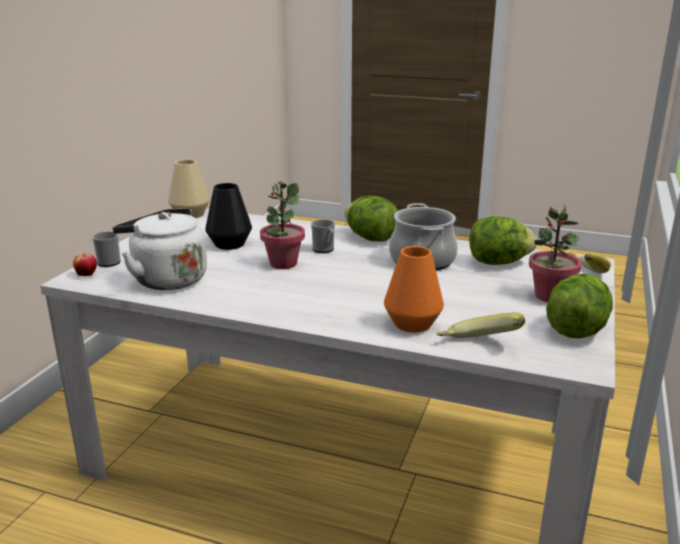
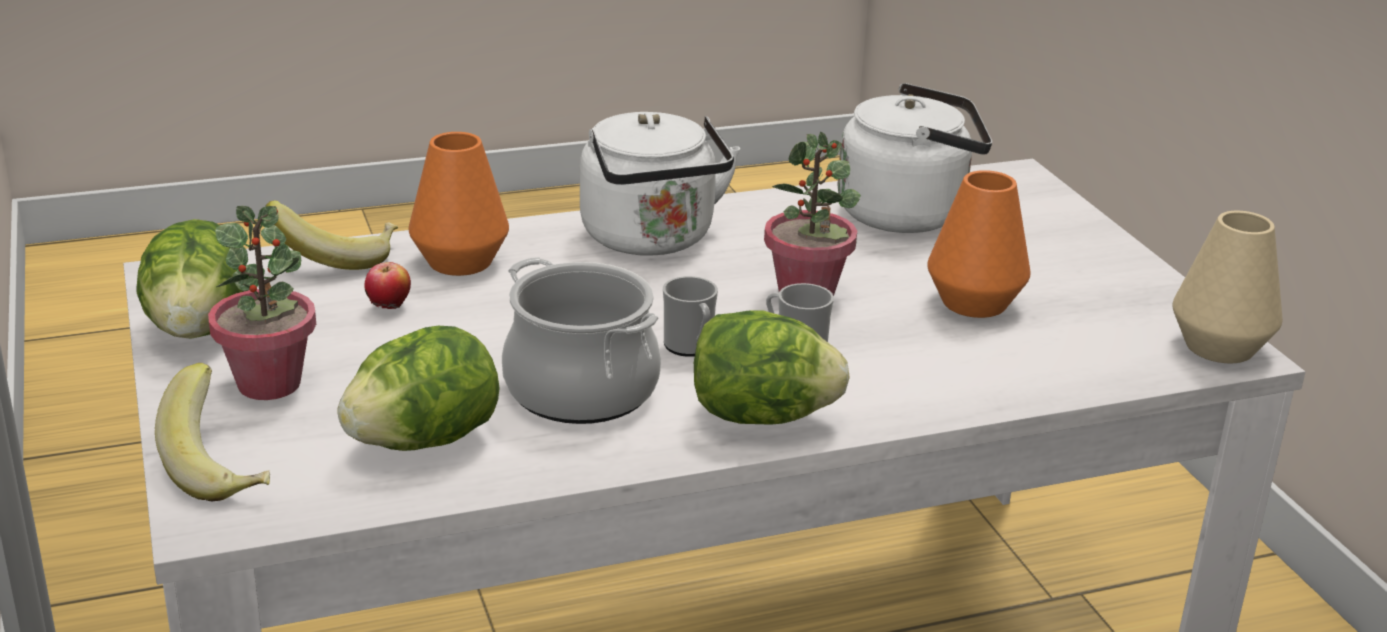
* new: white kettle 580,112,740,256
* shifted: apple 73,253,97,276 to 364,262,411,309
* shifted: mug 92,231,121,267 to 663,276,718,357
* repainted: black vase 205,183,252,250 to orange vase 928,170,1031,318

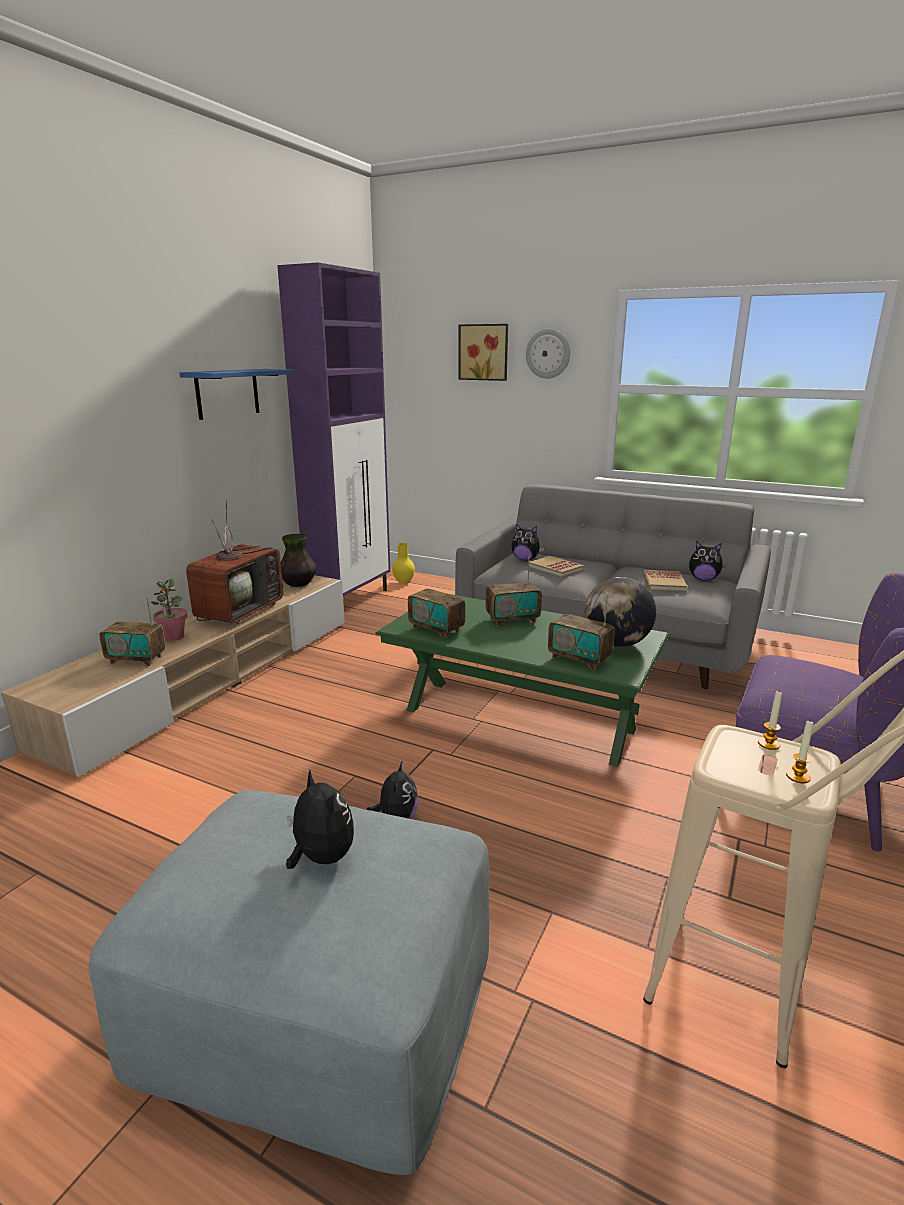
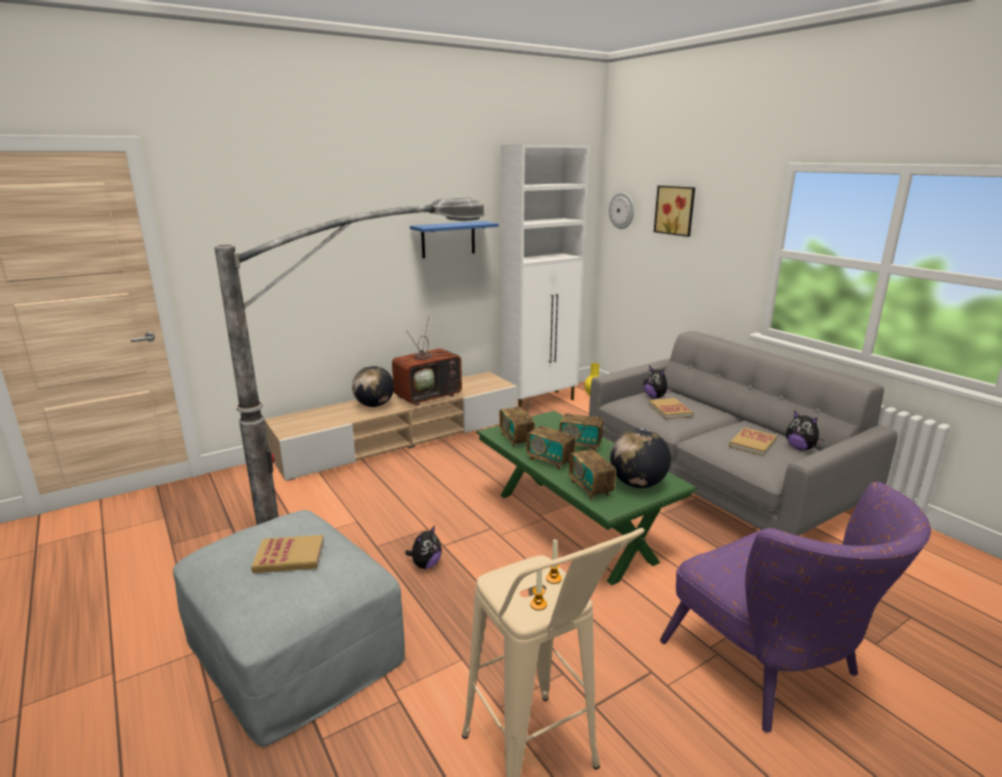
* gone: vase 281,534,317,587
* new: floor lamp 214,198,484,525
* shifted: radio 99,598,166,666 to 526,412,576,470
* shifted: wall clock 526,329,570,379 to 609,192,634,229
* swapped: potted plant 151,578,188,641 to globe 352,366,394,407
* swapped: plush toy 286,770,354,869 to book 251,535,324,573
* repainted: purple cabinet 277,263,390,596 to white cabinet 501,144,589,408

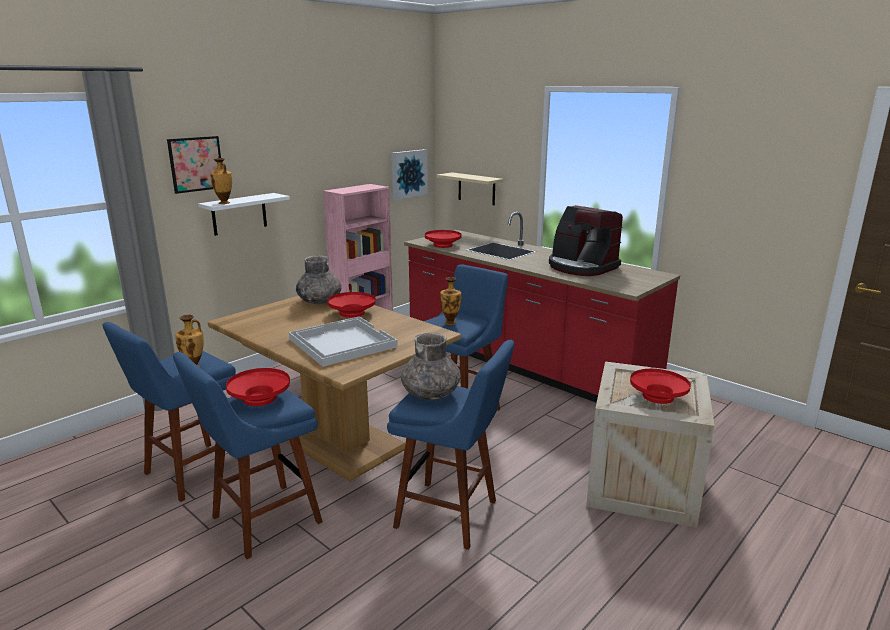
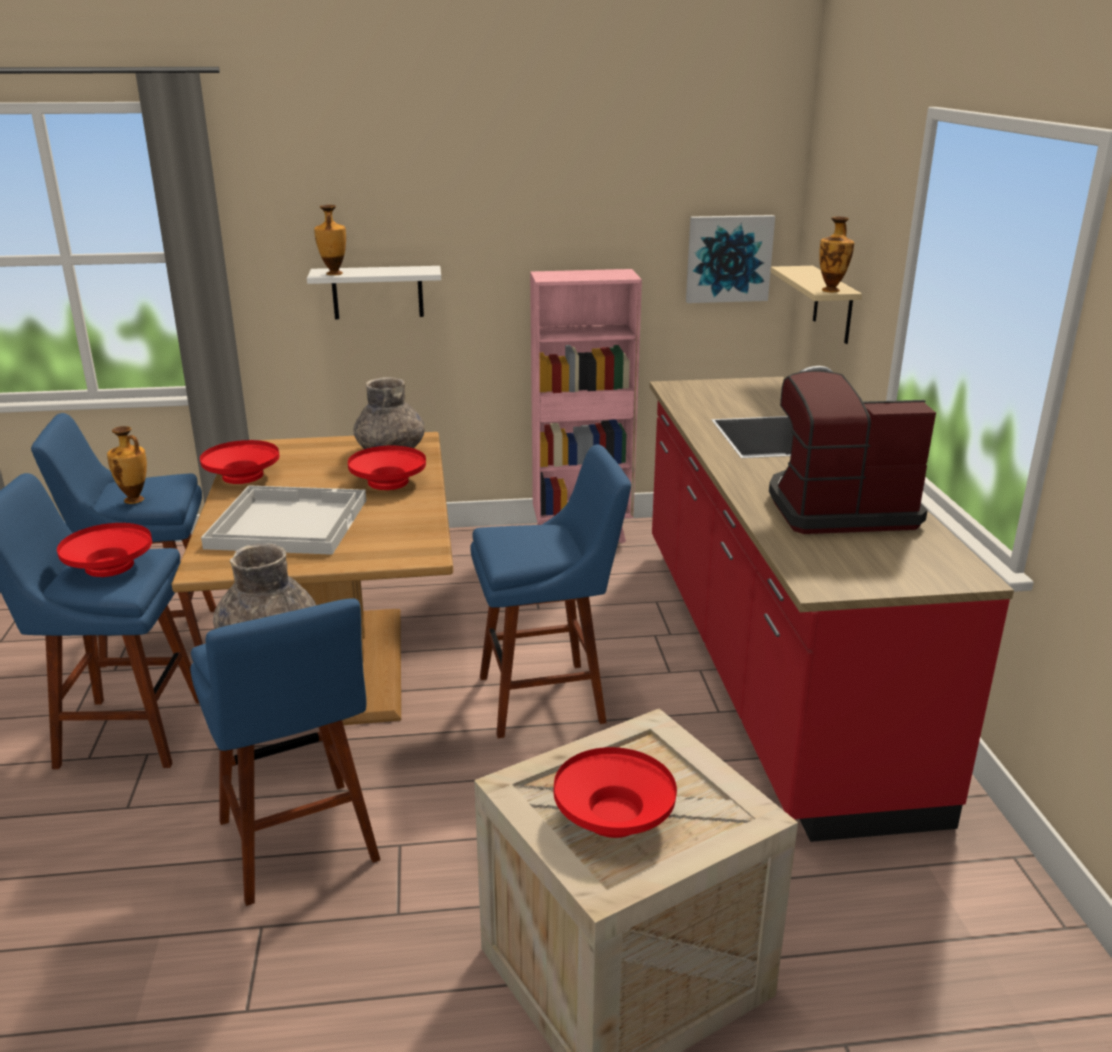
* gone: picture 167,136,221,194
* shifted: red bowl 425,230,462,248 to 200,440,279,484
* shifted: vase 440,277,462,325 to 819,216,854,292
* rotated: coffee machine 549,205,623,276 = 769,370,936,534 90 degrees clockwise

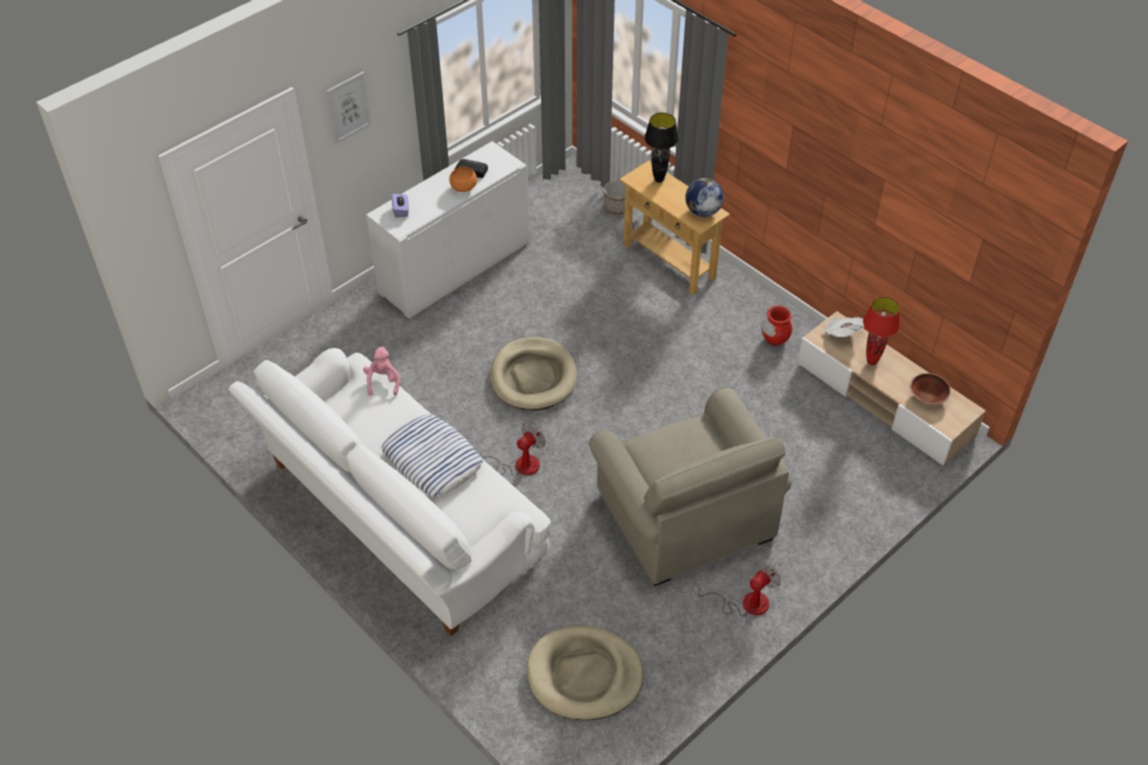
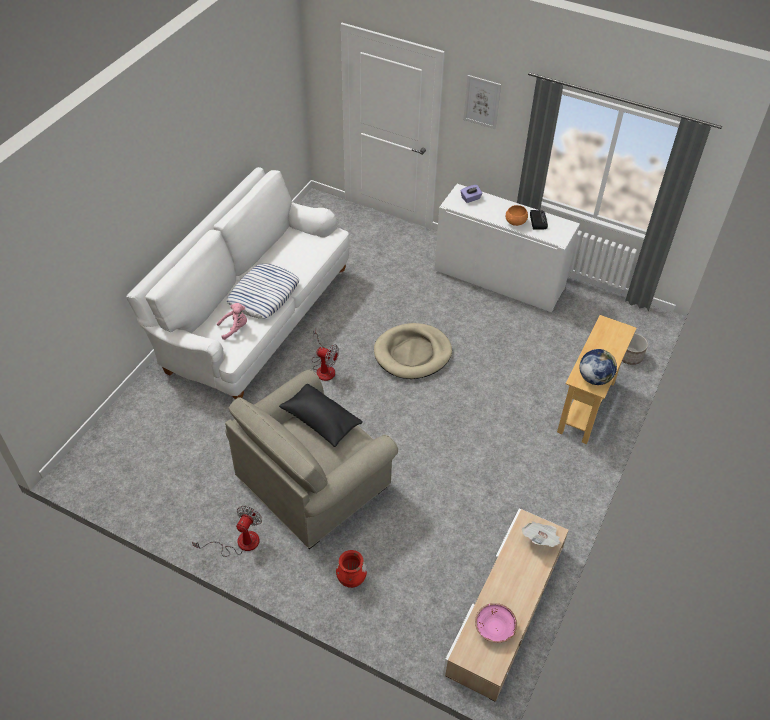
* gone: beige dog bed 527,626,643,720
* gone: black table lamp 644,113,679,183
* gone: red table lamp 863,297,900,365
* new: black pillow 279,384,363,447
* shifted: pink plush toy 363,346,400,396 to 217,303,247,340
* shifted: red vase 762,306,793,346 to 336,550,367,588
* repainted: brown bowl 910,373,951,405 to pink bowl 475,603,517,643
* rotated: fan 693,560,781,616 = 192,506,262,557 90 degrees counterclockwise

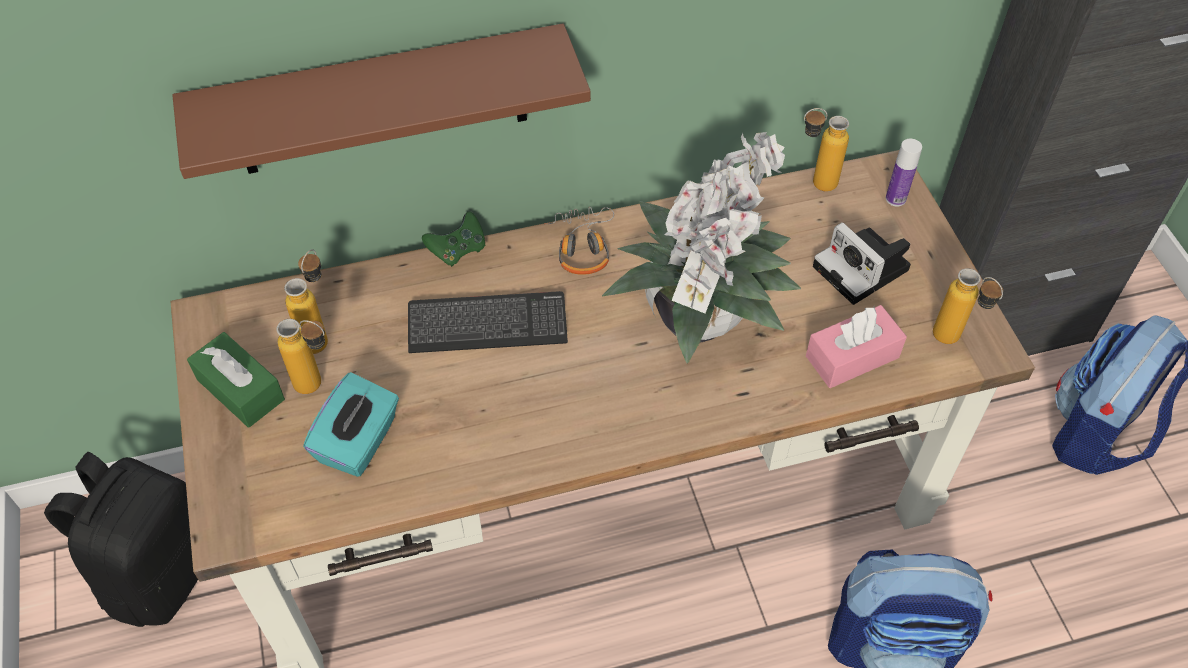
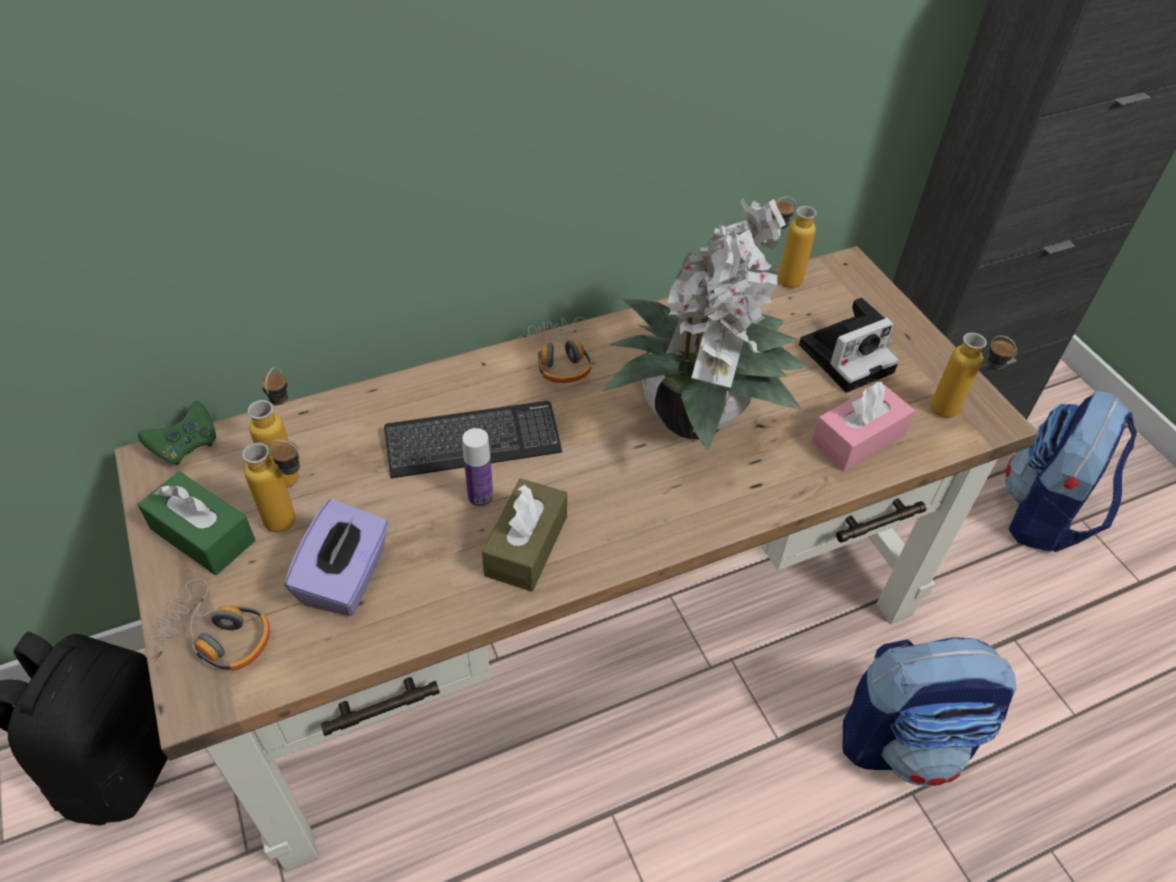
* gone: brown shelf 172,23,591,179
* new: headphones 151,579,270,671
* new: brown tissue box 482,478,567,592
* shifted: green game controller 422,211,485,267 to 138,401,216,465
* shifted: bottle 886,139,922,207 to 462,428,493,508
* repainted: turquoise tissue box 303,372,399,477 to purple tissue box 284,499,389,616
* rotated: photo camera 813,222,911,305 = 799,298,899,393 75 degrees counterclockwise

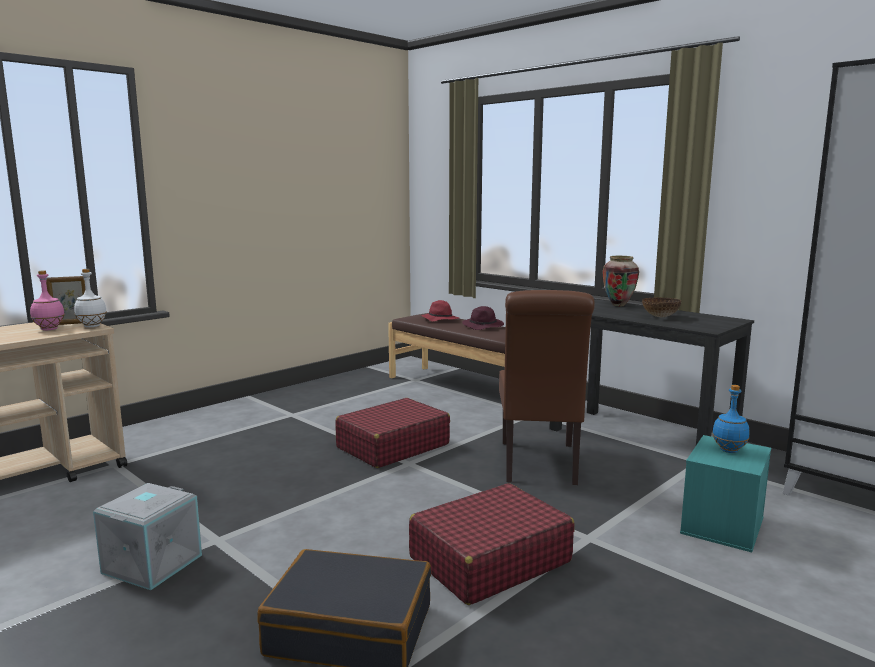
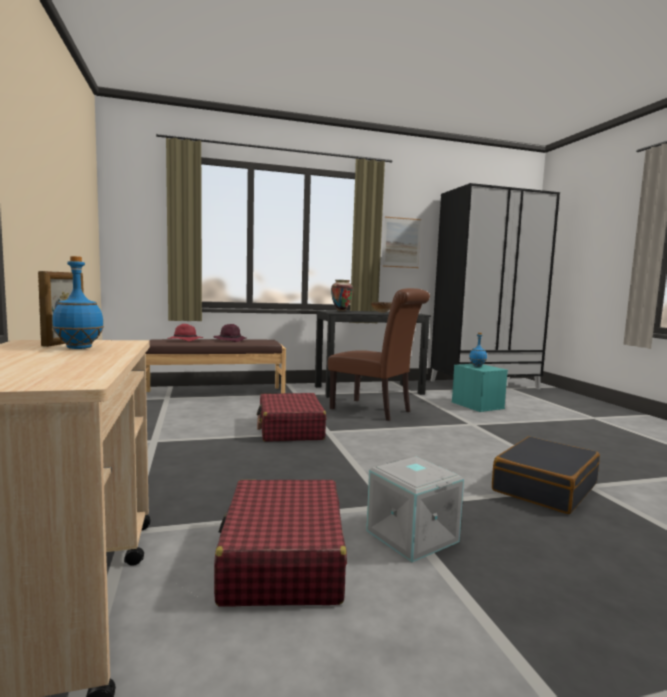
* gone: white bottle 74,269,107,327
* new: picture 383,217,421,268
* shifted: red suitcase 409,483,575,605 to 214,480,347,607
* repainted: pink bottle 30,270,65,330 to blue bottle 52,256,104,349

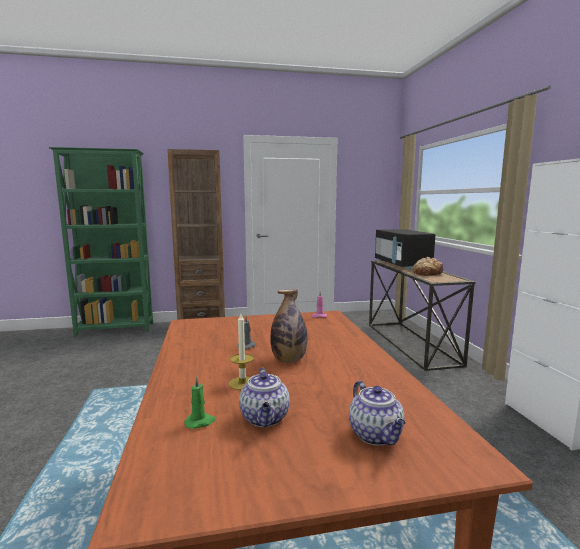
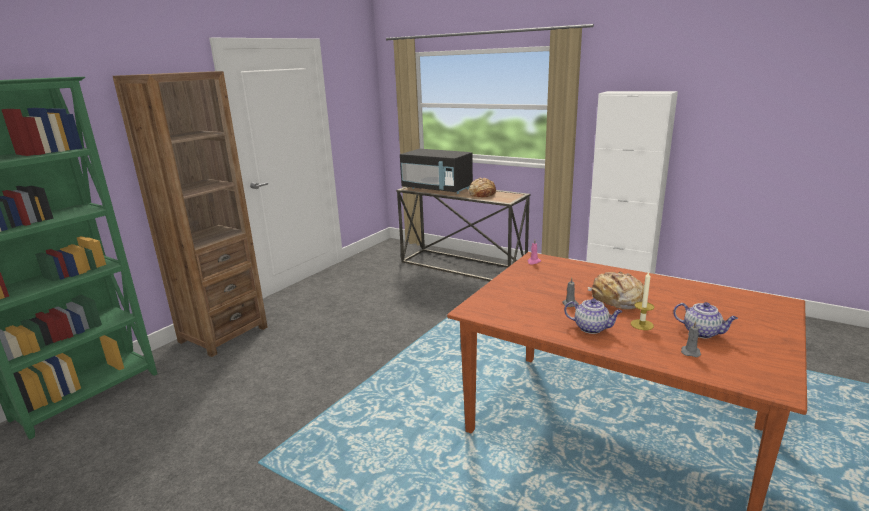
* shifted: teapot 349,380,406,446 to 564,299,622,334
* swapped: bottle 270,289,307,363 to bread 588,272,644,310
* repainted: green candle 184,377,216,429 to grey candle 681,321,701,357

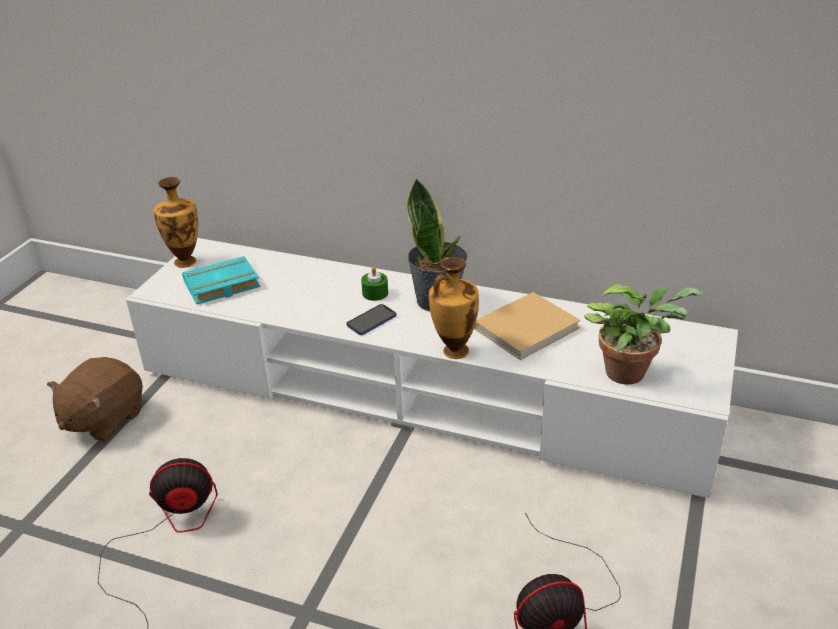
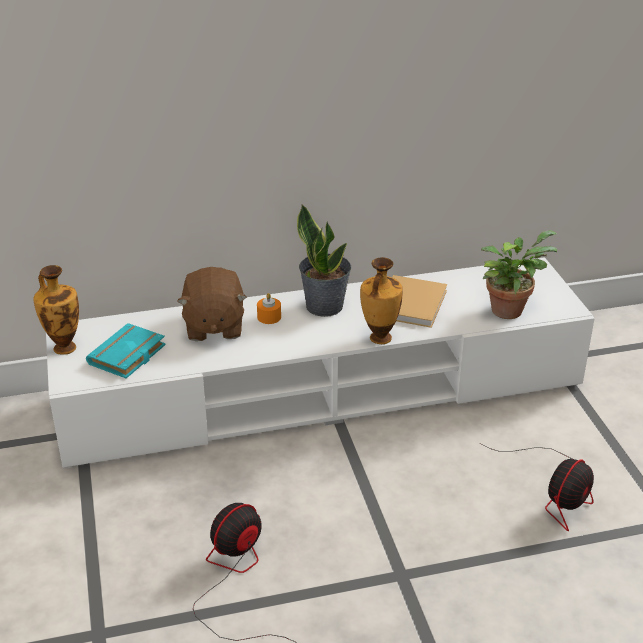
* gone: phone 346,304,396,335
* shifted: brown plush toy 47,357,143,442 to 177,267,247,341
* repainted: green candle 361,267,388,301 to orange candle 257,293,281,324

